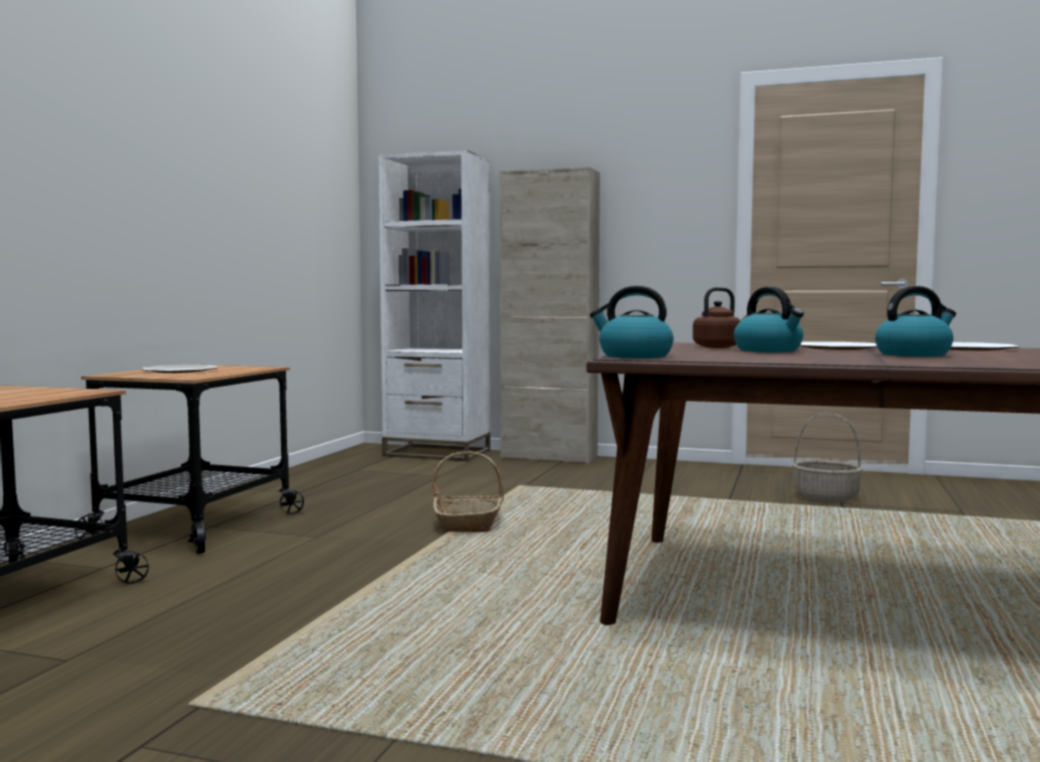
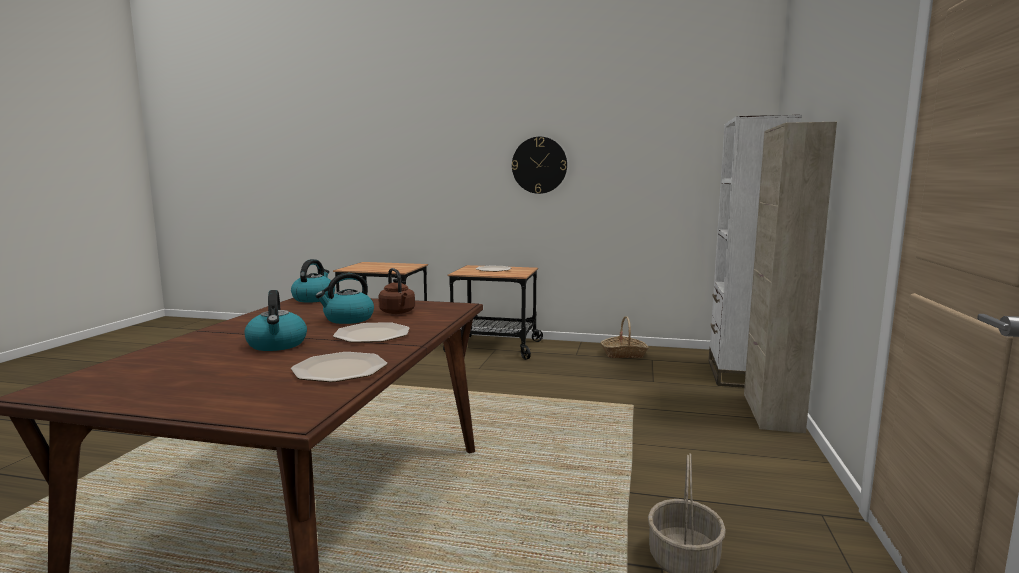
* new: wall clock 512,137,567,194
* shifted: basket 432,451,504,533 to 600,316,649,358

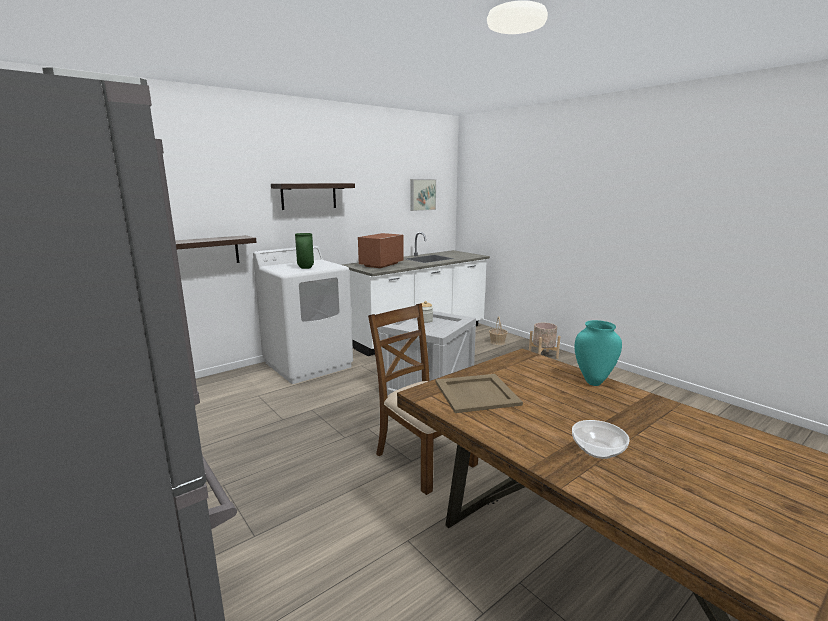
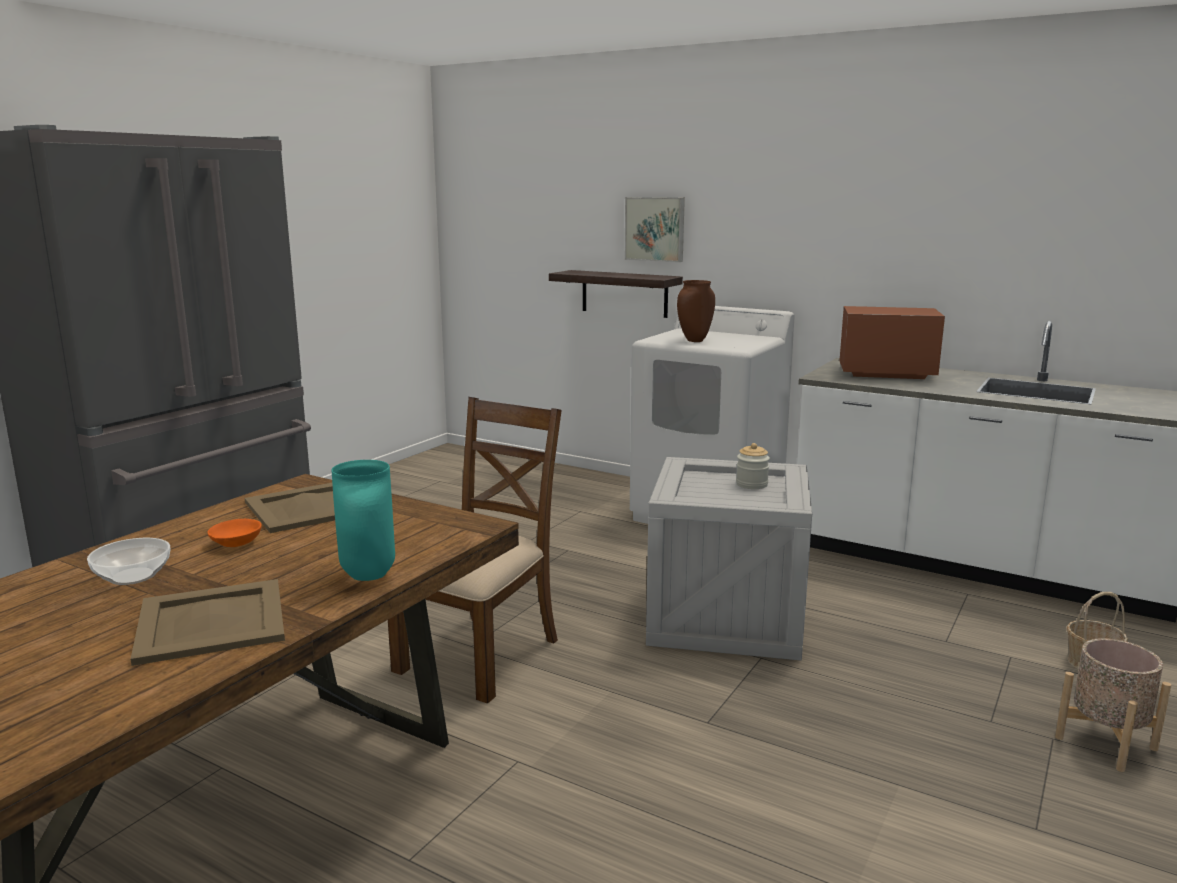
* gone: shelf 271,183,355,210
* new: beige tray 131,579,285,666
* new: orange bowl 207,519,262,547
* shifted: picture 411,179,436,211 to 625,197,685,262
* repainted: green vase 295,233,314,269 to brown vase 677,280,715,342

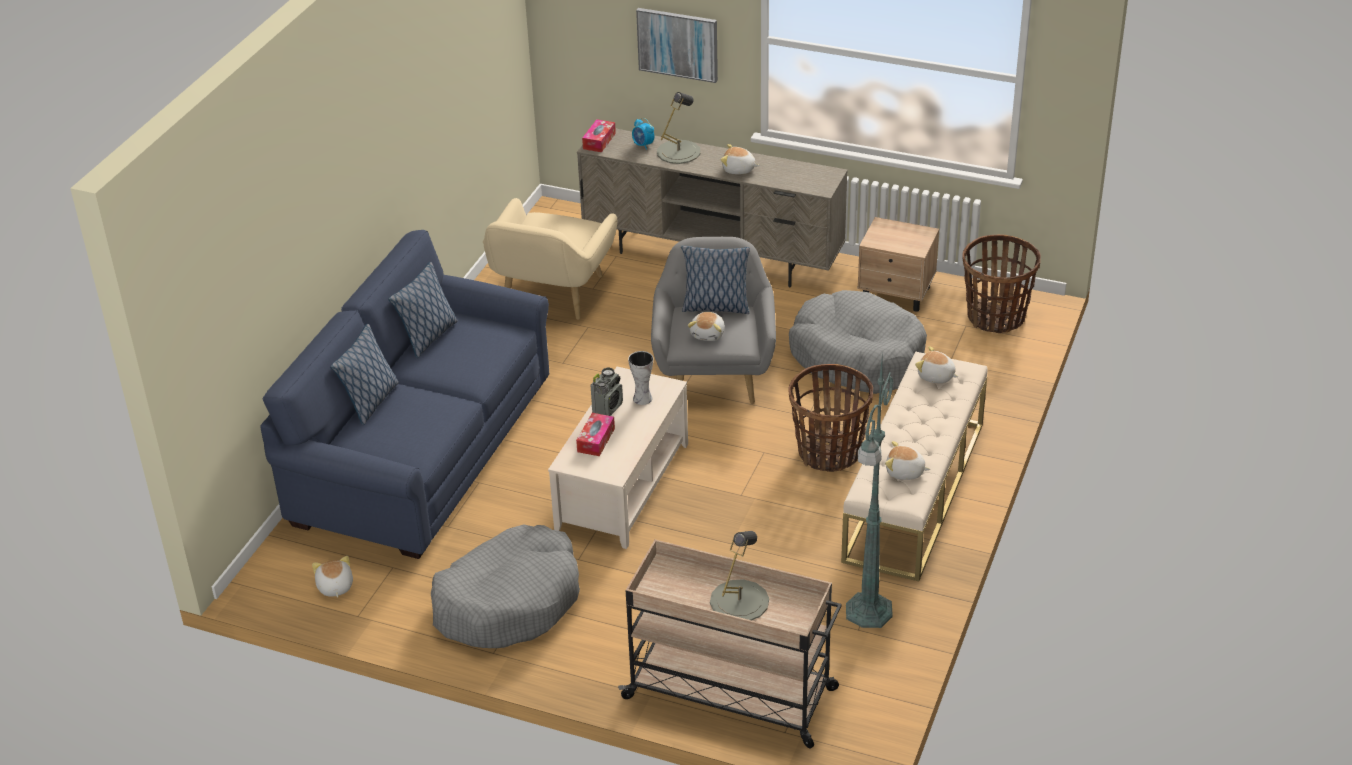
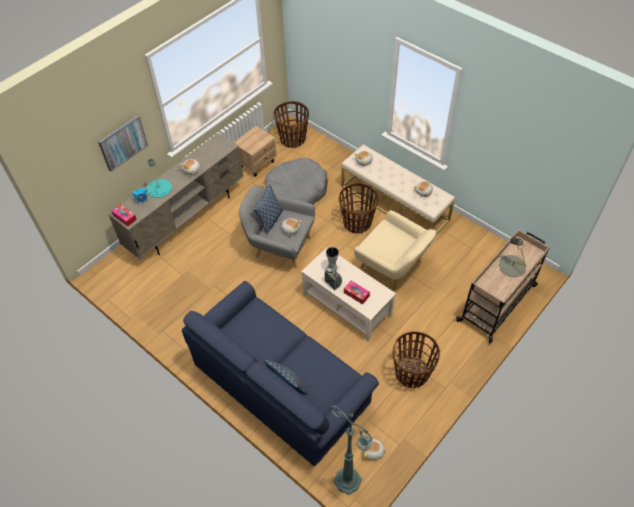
* gone: pillow 388,262,458,358
* shifted: beige armchair 483,198,617,320 to 354,210,437,291
* shifted: green floor lamp 846,360,894,628 to 330,405,373,495
* swapped: grey dog bed 431,524,580,648 to basket 392,331,440,388
* repainted: grey table lamp 657,92,701,164 to turquoise table lamp 147,159,172,198

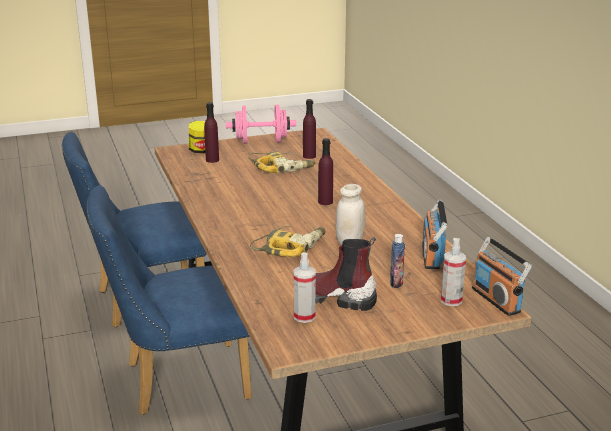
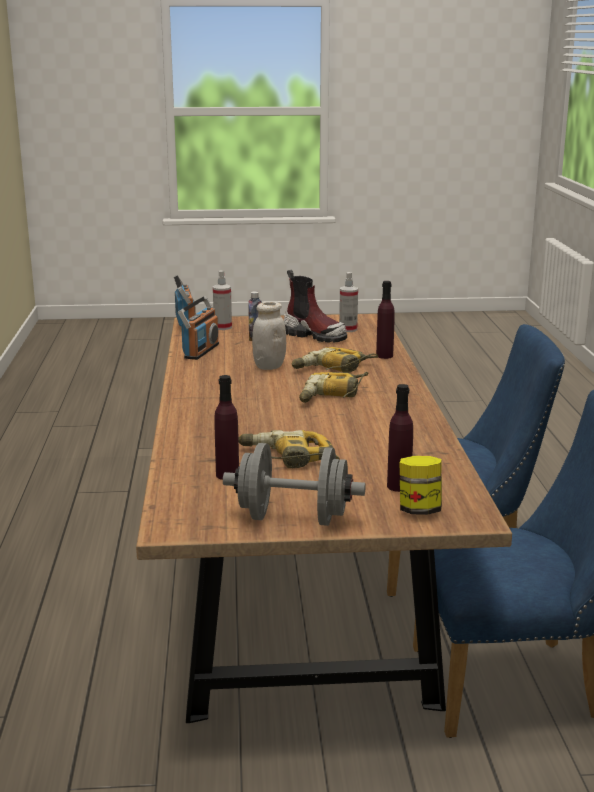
* new: power drill 299,372,368,403
* shifted: purple bottle 318,138,333,205 to 376,281,395,359
* repainted: pink dumbbell 226,105,296,144 to grey dumbbell 223,443,366,526

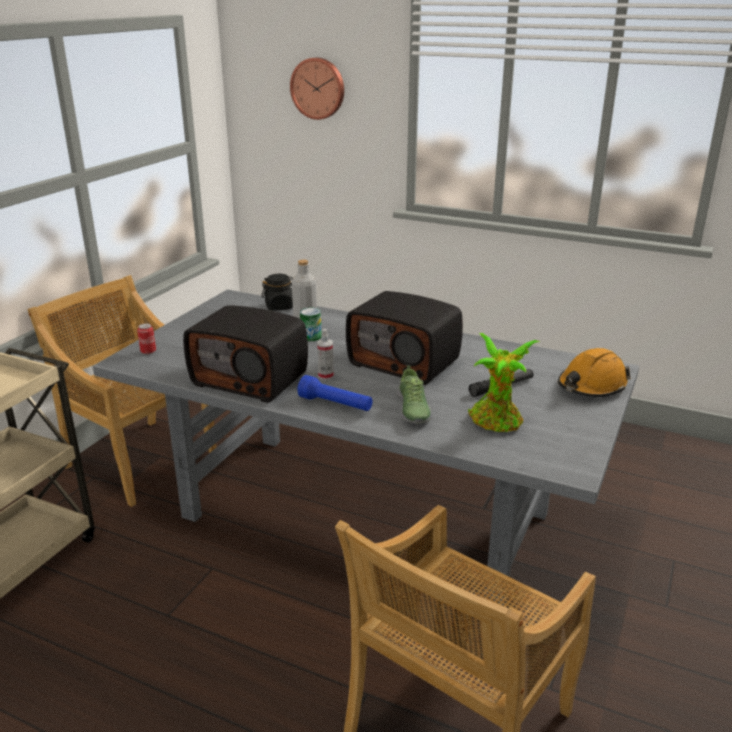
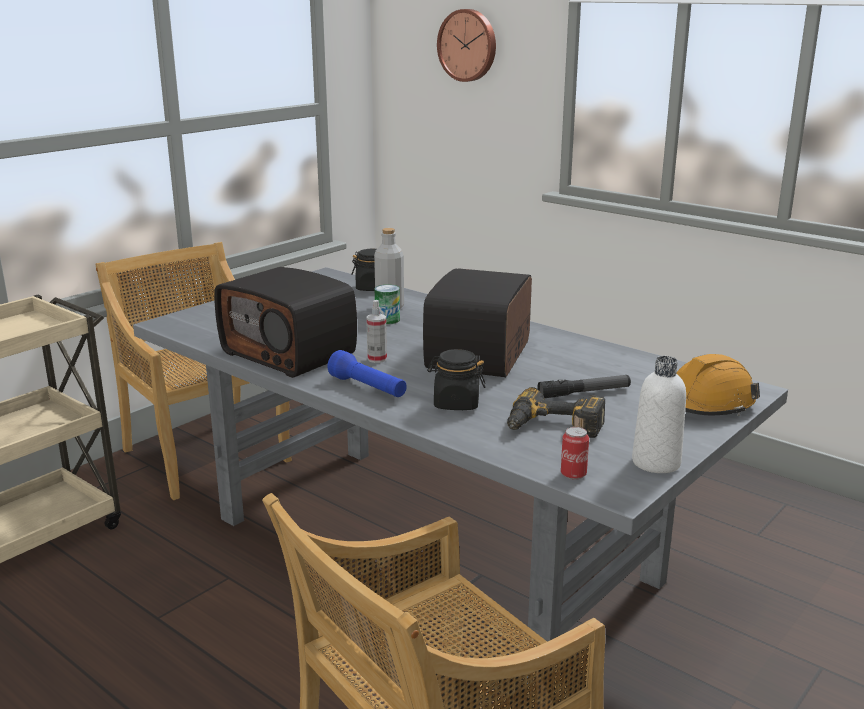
* new: white bottle 632,356,686,473
* shifted: can 137,323,156,354 to 561,427,589,480
* swapped: shoe 397,365,432,423 to black jar 427,349,486,410
* swapped: potted plant 468,333,540,432 to power drill 507,387,605,438
* rotated: radio 346,291,463,385 = 423,268,532,377 60 degrees clockwise

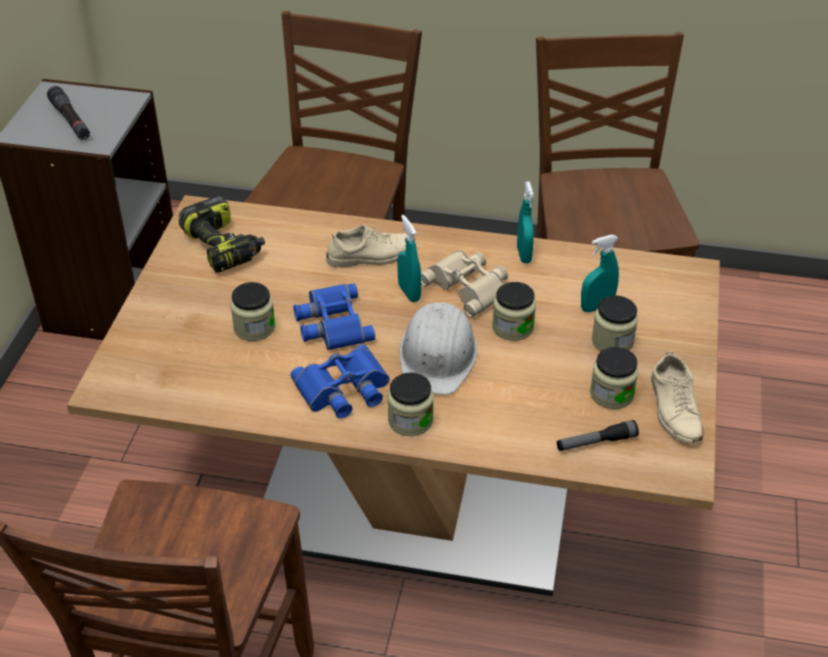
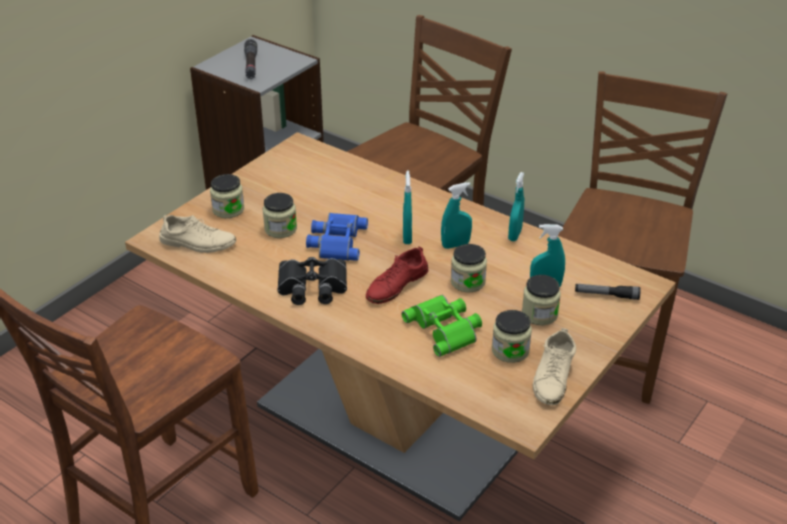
* gone: power drill 179,196,265,273
* new: green binoculars 402,295,482,357
* shifted: beige shoe 326,225,416,268 to 159,215,236,253
* shifted: jar 387,372,434,436 to 210,174,244,218
* shifted: flashlight 557,420,639,451 to 575,284,641,300
* swapped: white hard hat 400,302,477,395 to red shoe 366,246,428,304
* swapped: beige binoculars 421,250,508,317 to turquoise spray bottle 441,182,472,249
* repainted: blue binoculars 291,345,390,418 to black binoculars 277,257,347,305

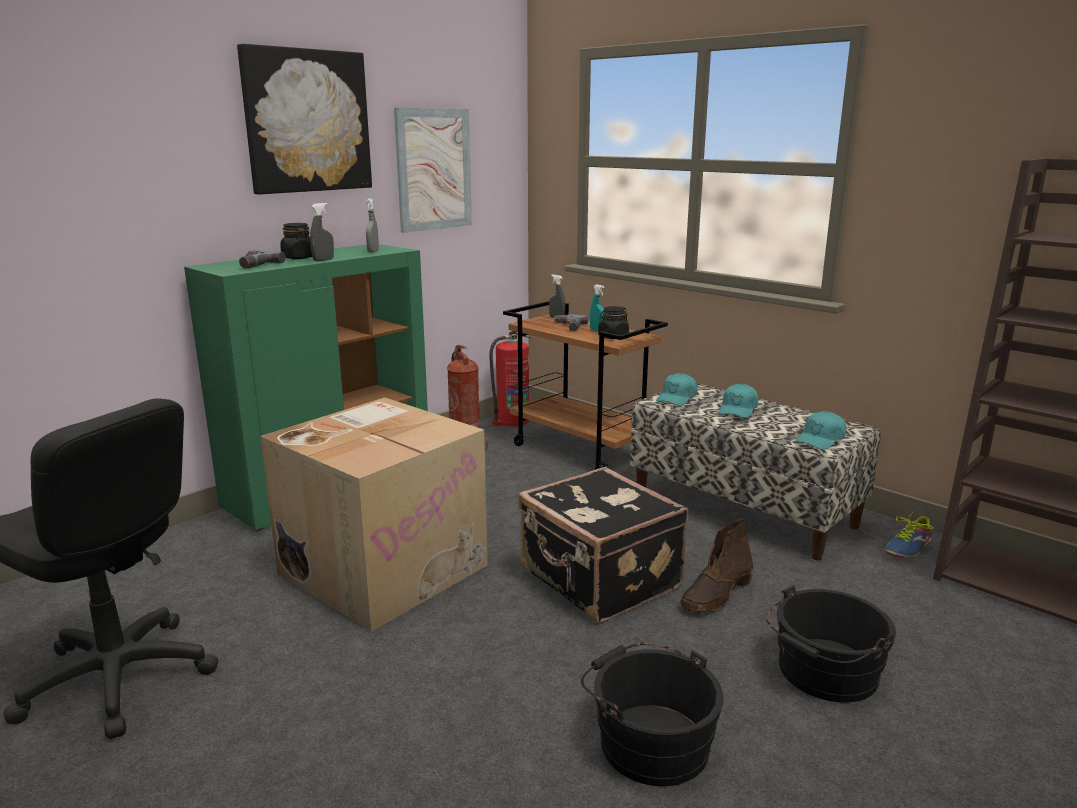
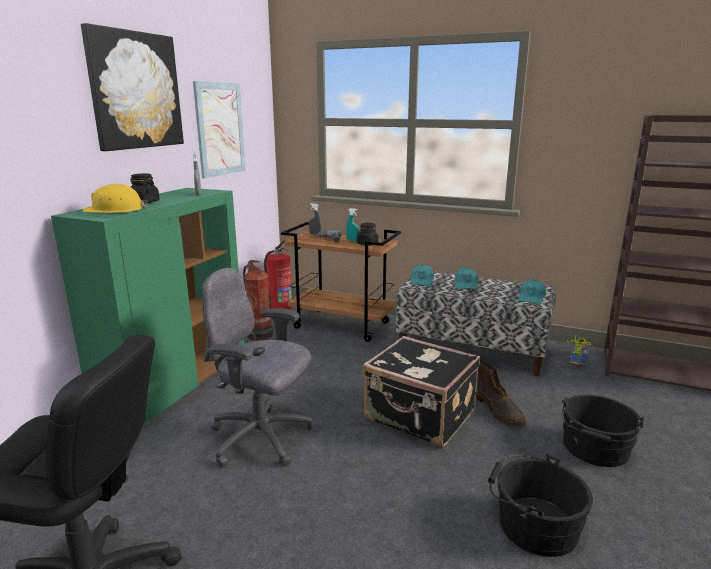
* gone: grey spray bottle 310,203,334,261
* swapped: power drill 239,250,286,268 to yellow hard hat 82,184,147,213
* swapped: cardboard box 260,398,488,632 to grey office chair 202,268,313,467
* rotated: brown boot 680,518,754,613 = 476,359,526,426 45 degrees counterclockwise

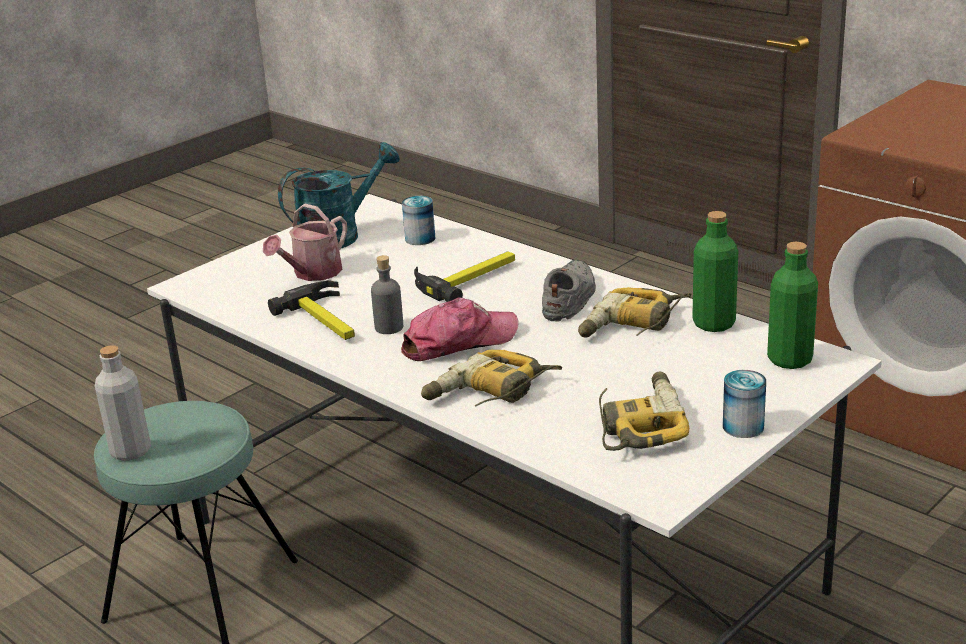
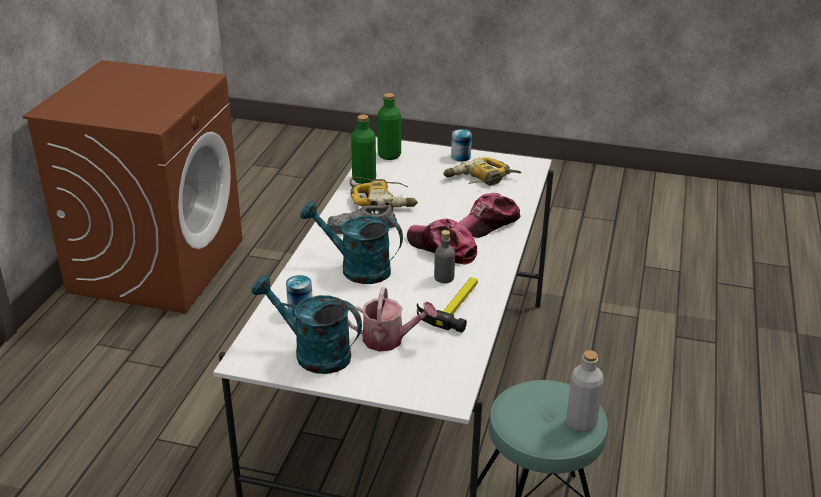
* swapped: hammer 414,251,515,302 to turquoise watering can 300,201,403,284
* swapped: power drill 421,349,562,407 to cap 458,193,521,238

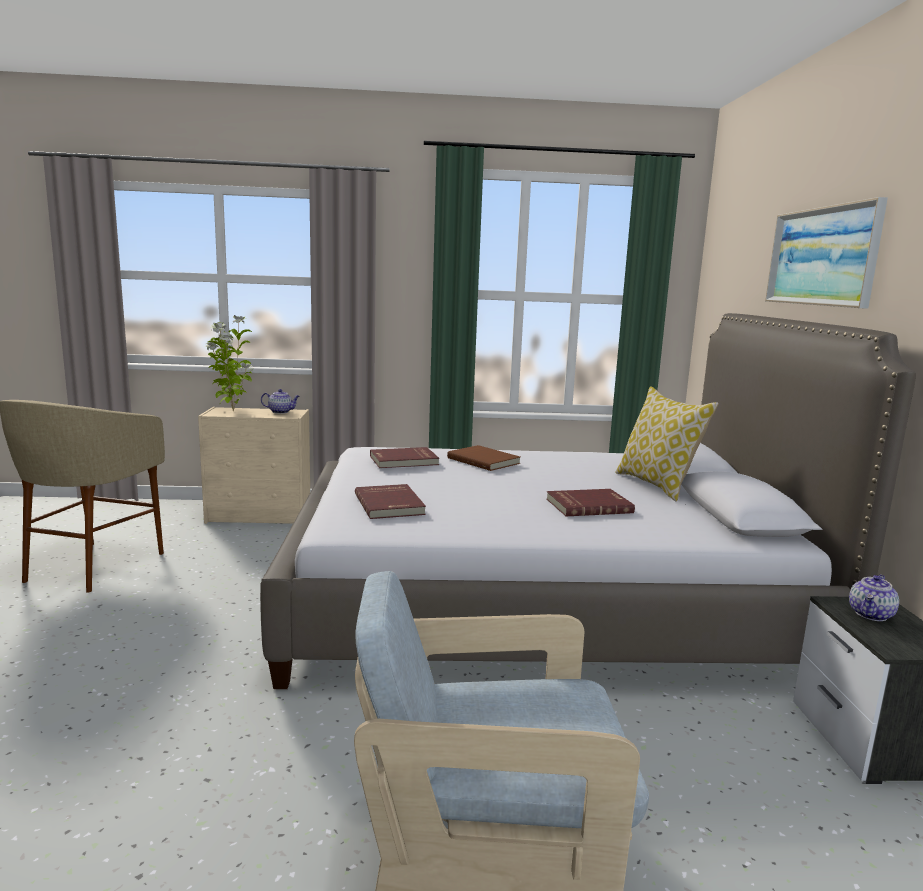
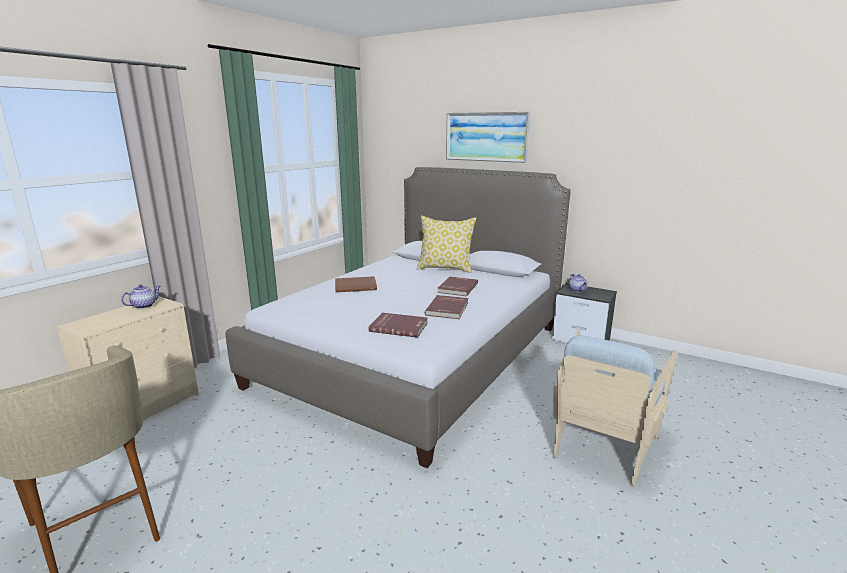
* gone: potted plant 205,315,253,411
* shifted: red book 370,447,439,468 to 425,295,468,319

